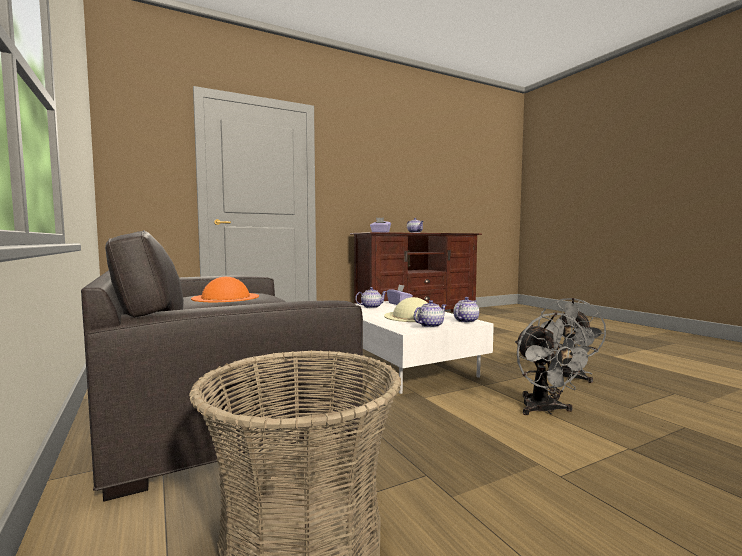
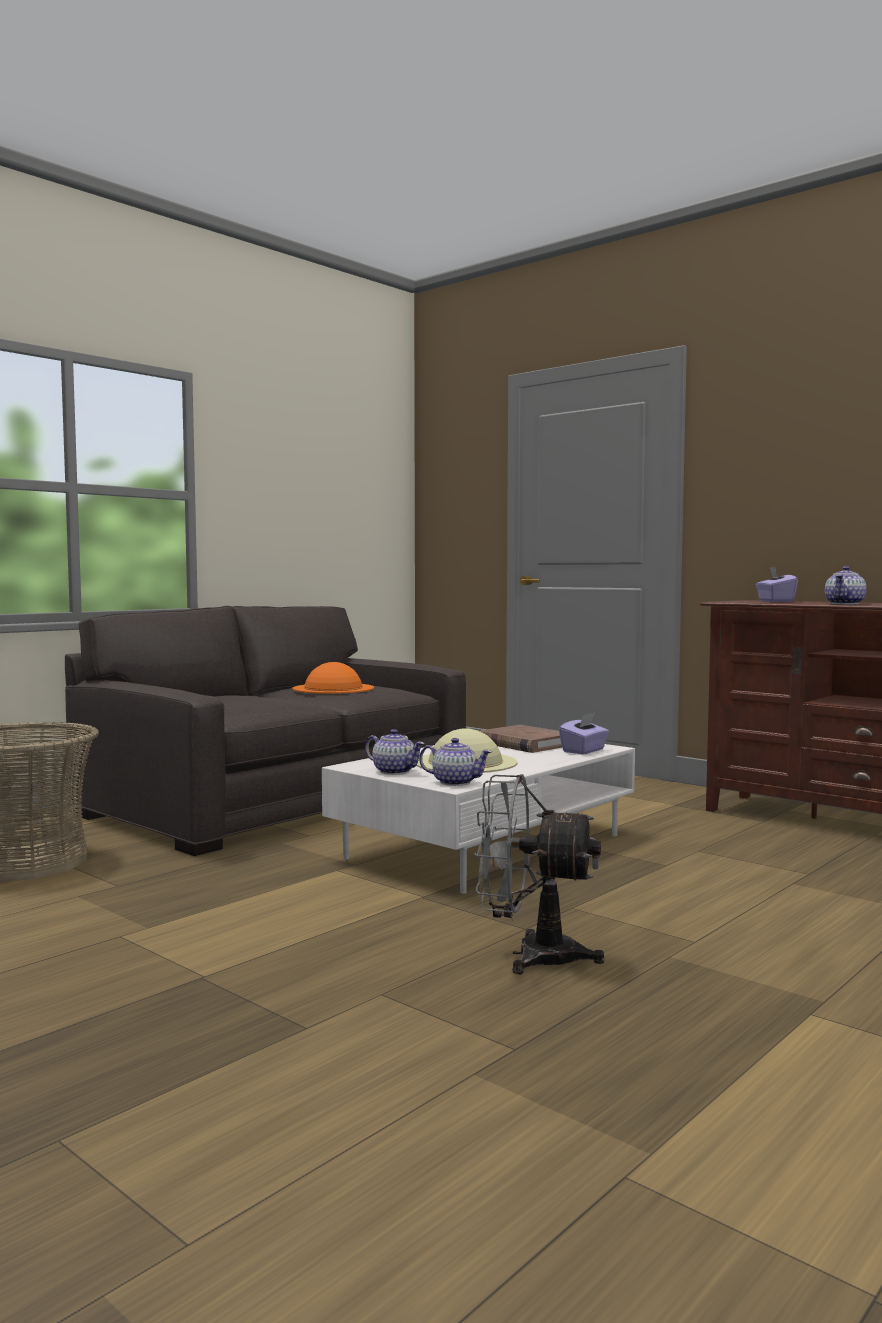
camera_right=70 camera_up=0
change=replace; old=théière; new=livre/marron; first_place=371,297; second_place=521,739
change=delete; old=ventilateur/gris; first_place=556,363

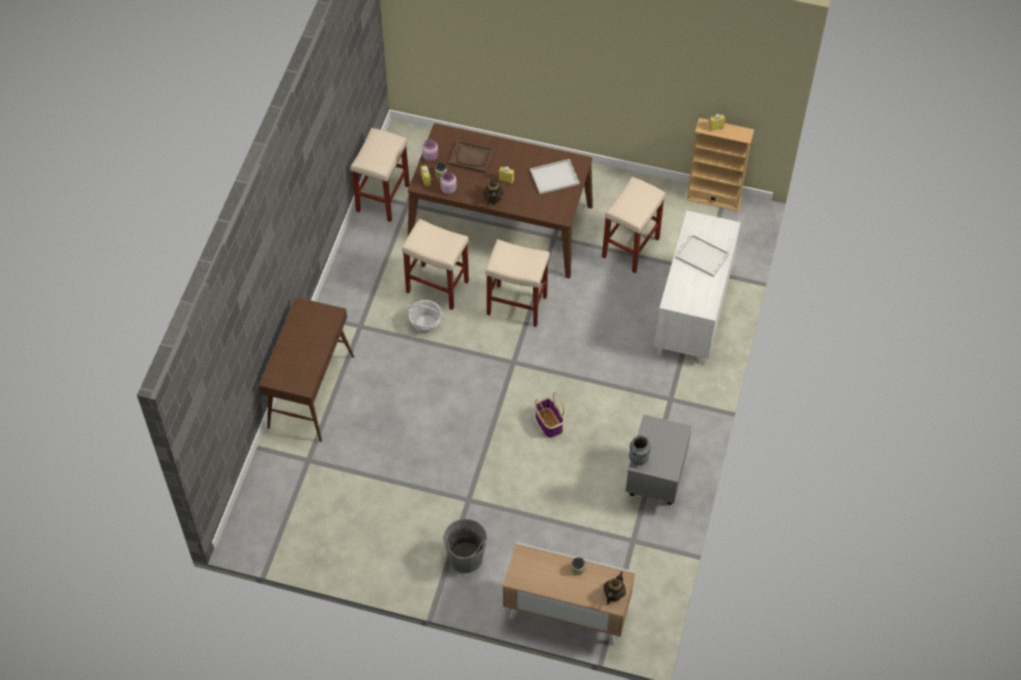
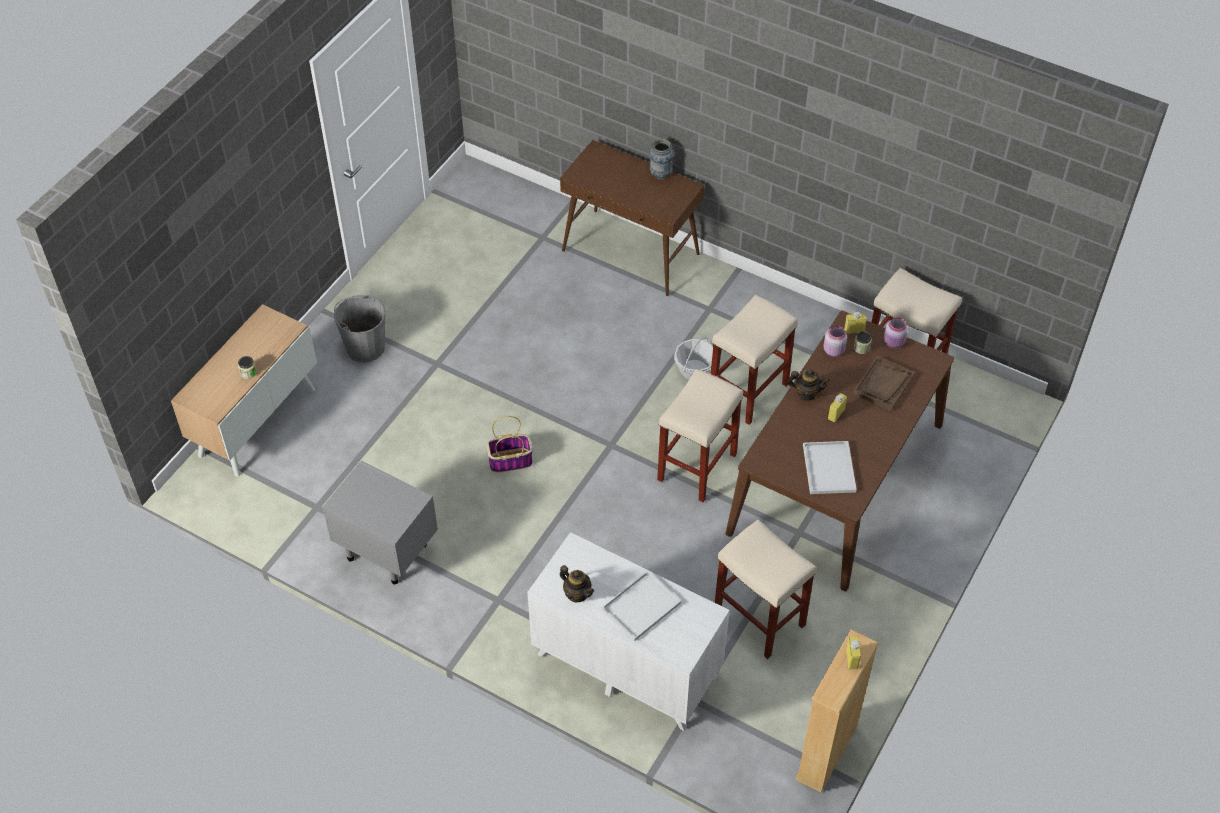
camera_right=105 camera_up=-5
change=move; old=théière; first_place=614,588; second_place=577,583
change=move; old=vase; first_place=640,450; second_place=661,159

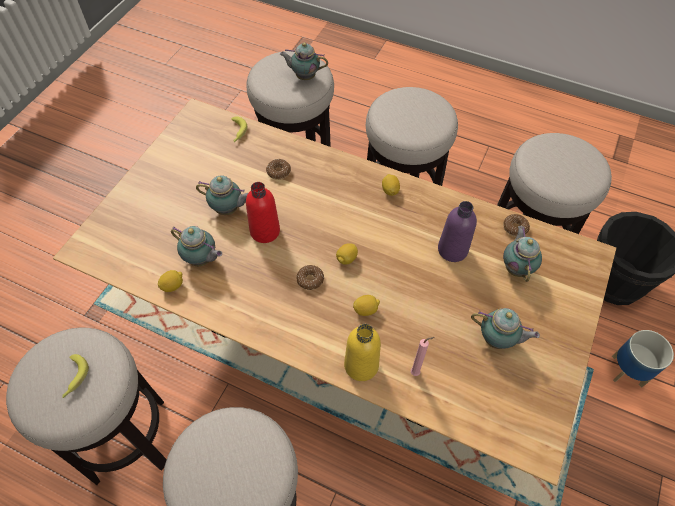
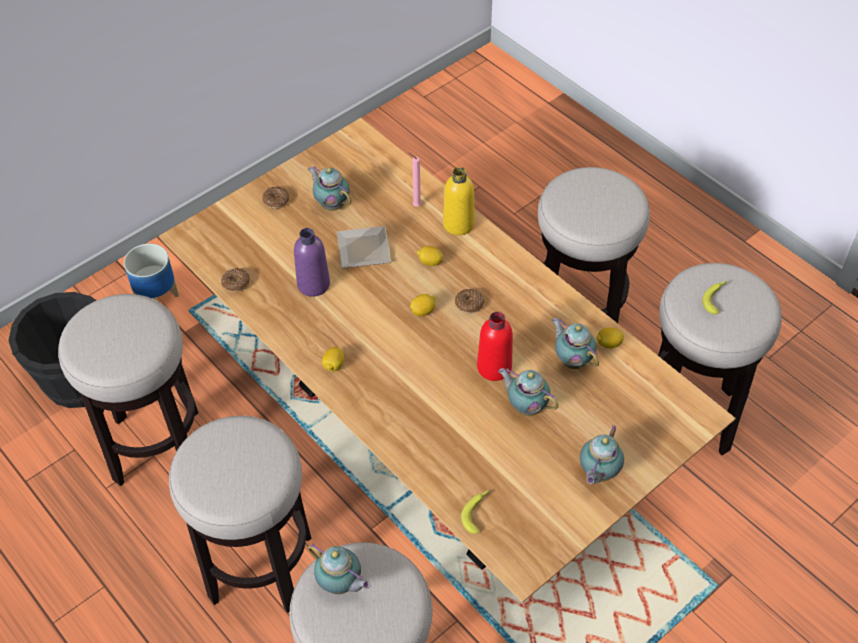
camera_right=-155 camera_up=-5
change=move; old=beignet; first_place=278,169; second_place=276,198
change=insert; new=assiette; second_place=364,247
change=move; old=théière; first_place=522,254; second_place=602,454

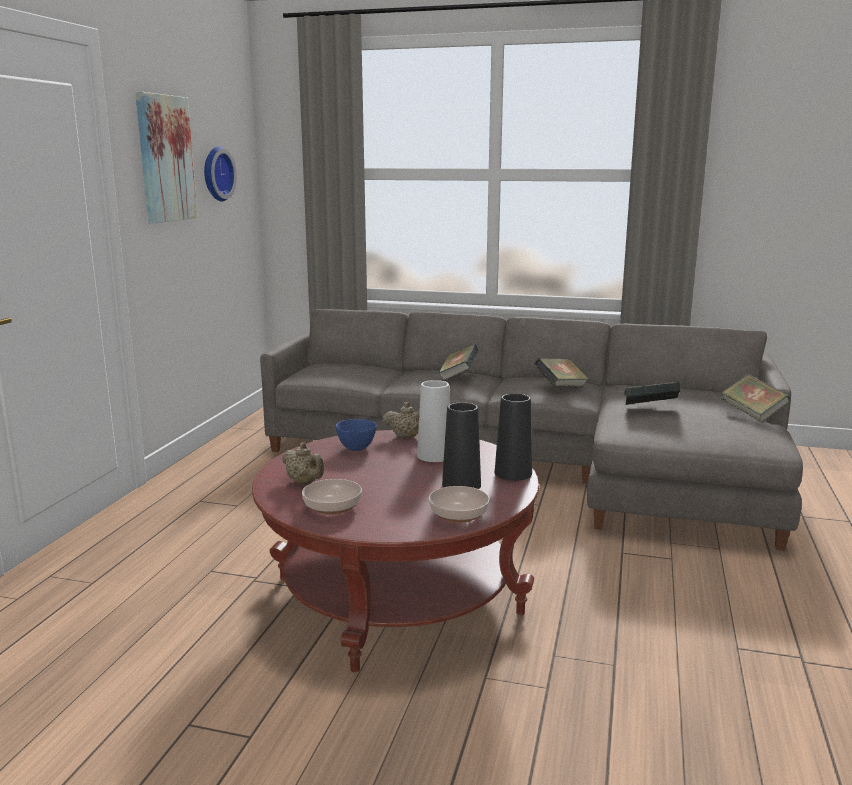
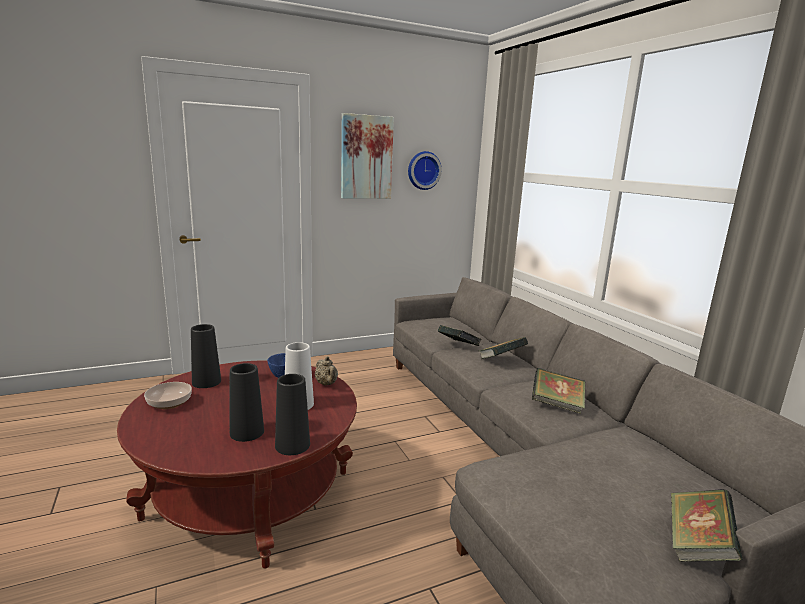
camera_right=50 camera_up=0
change=replace; old=théière/beige; new=vase/noir; first_place=303,463; second_place=206,356
change=move; old=livre; first_place=652,393; second_place=460,335
change=delete; old=bol; first_place=459,504

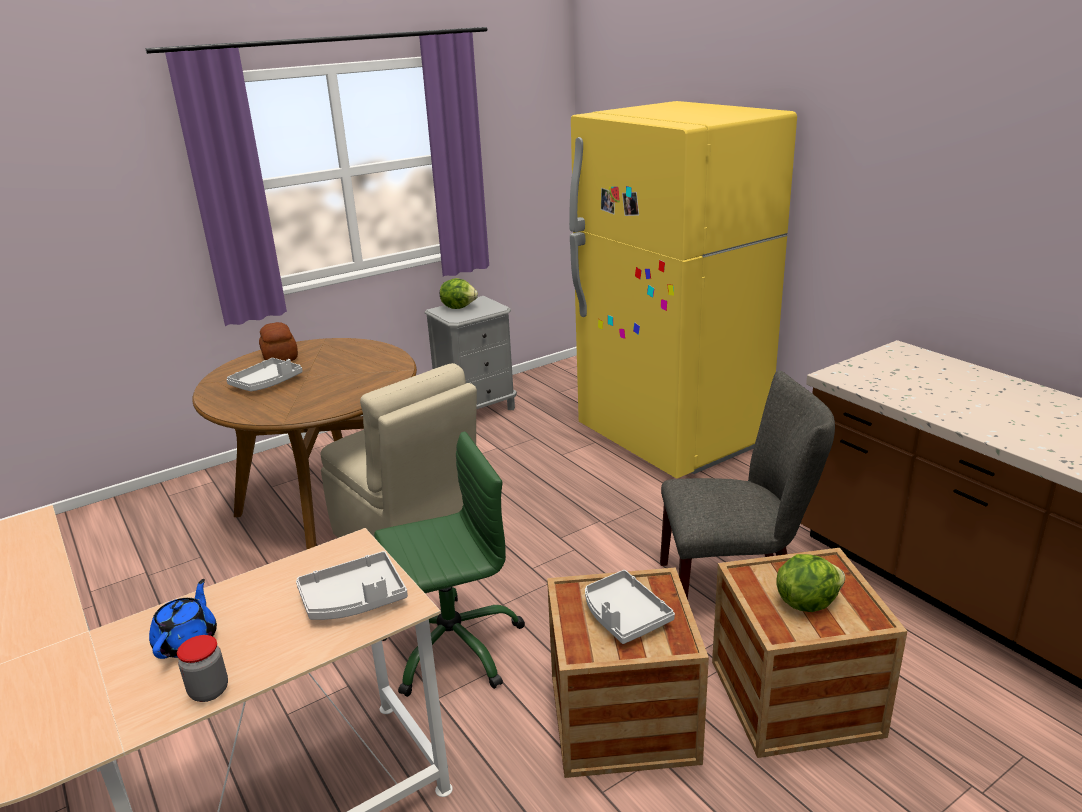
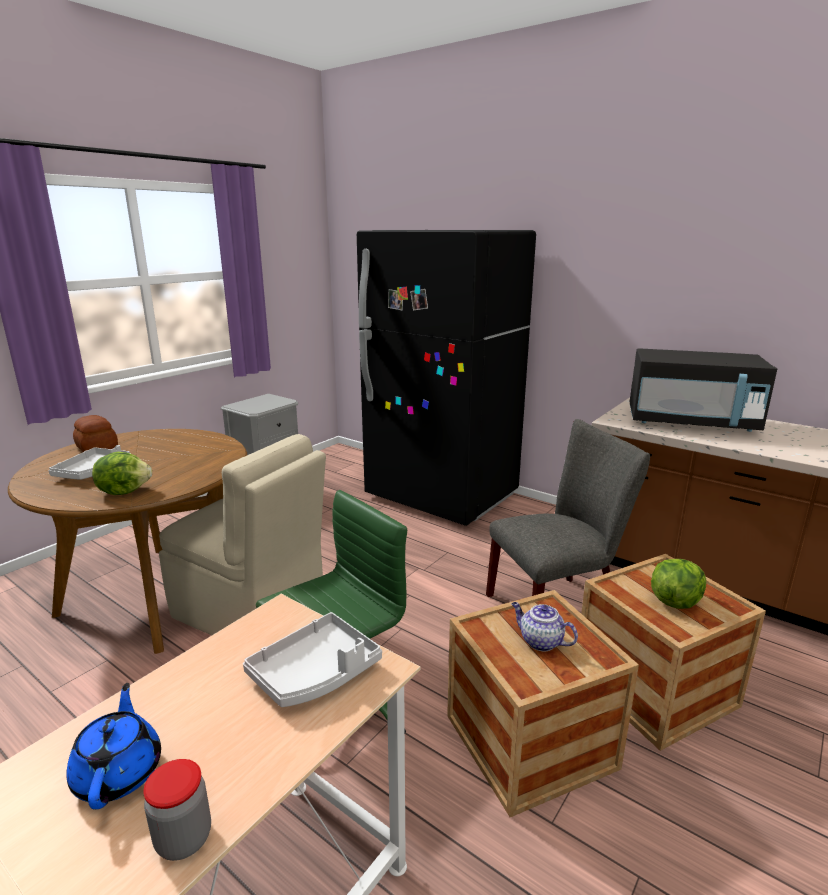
camera_right=-20 camera_up=-5
change=move; old=laitue; first_place=459,293; second_place=122,473
change=recolor; old=réfrigérateur/jaune; new=réfrigérateur/noir; first_place=683,290; second_place=446,378
change=replace; old=plateau/gris; new=théière; first_place=630,607; second_place=544,627
change=insert; new=micro-ondes/noir; second_place=703,390

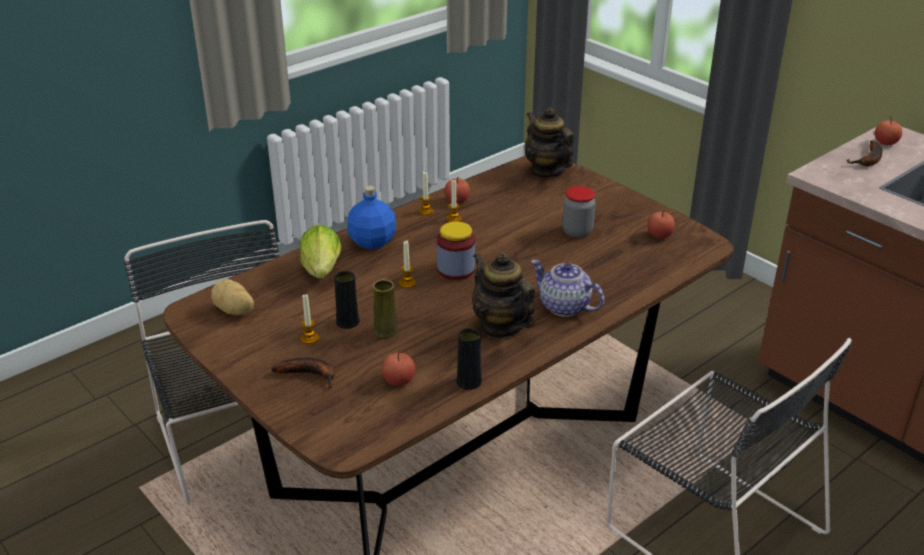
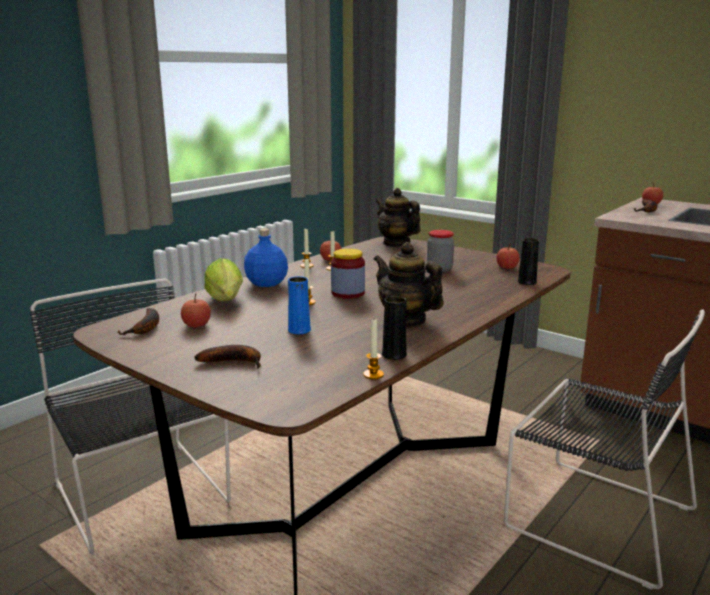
camera_right=-10 camera_up=-15
change=replace; old=pomme de terre; new=banane; first_place=232,297; second_place=138,321
change=move; old=pomme; first_place=398,368; second_place=196,310
change=recolor; old=vase/jaune; new=vase/bleu; first_place=385,309; second_place=299,305
change=move; old=bougie; first_place=309,319; second_place=373,349
change=move; old=vase/noir; first_place=347,300; second_place=528,261
change=delete; old=théière; first_place=567,288

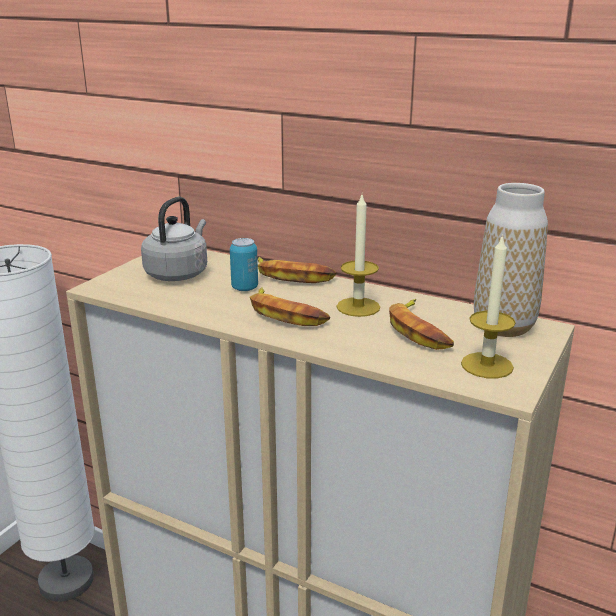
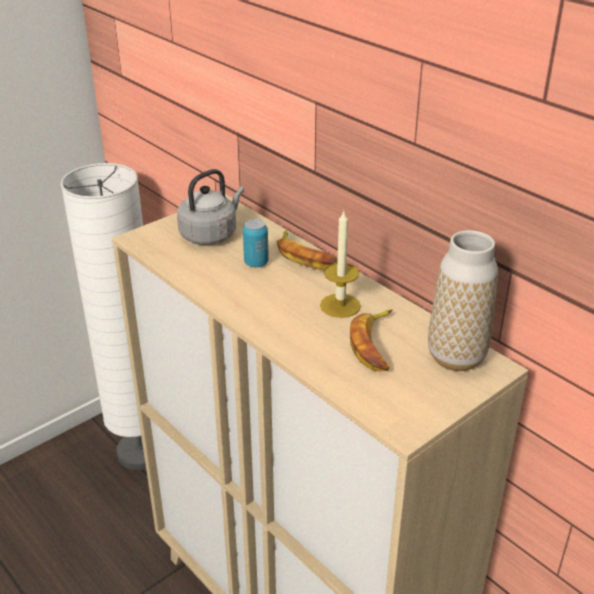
camera_right=20 camera_up=10
change=delete; old=banane; first_place=290,306
change=delete; old=bougie; first_place=488,306

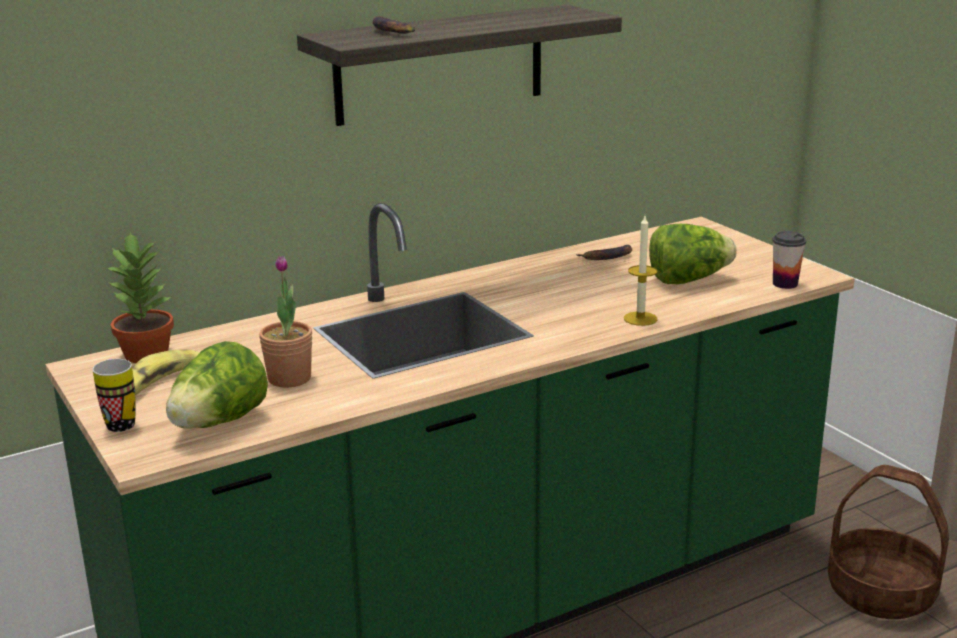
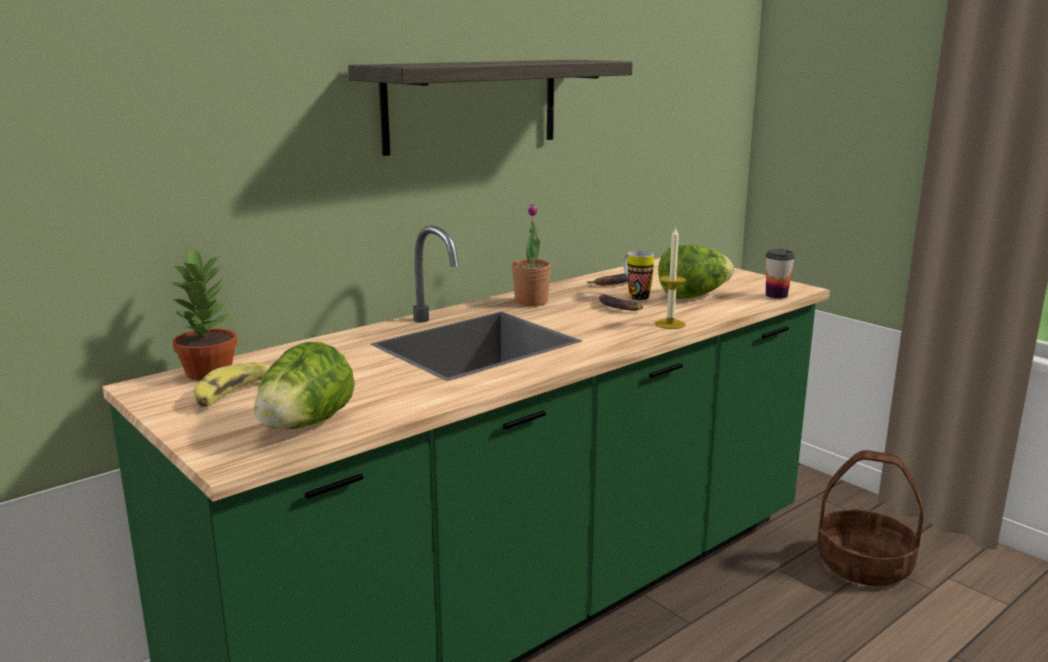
camera_right=-10 camera_up=-5
change=move; old=plante en pot; first_place=285,322; second_place=531,255
change=move; old=banane; first_place=394,25; second_place=621,302
change=move; old=mug; first_place=114,395; second_place=638,275

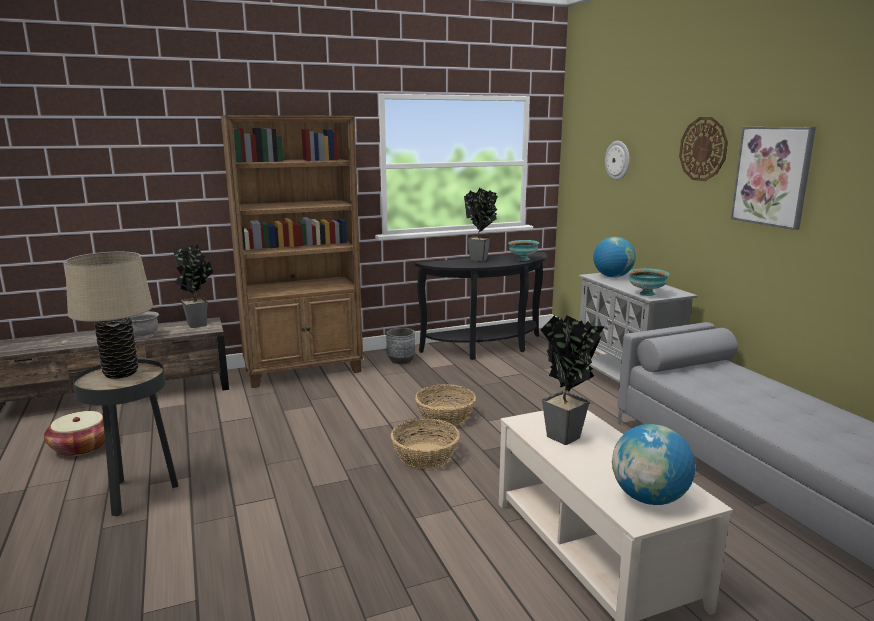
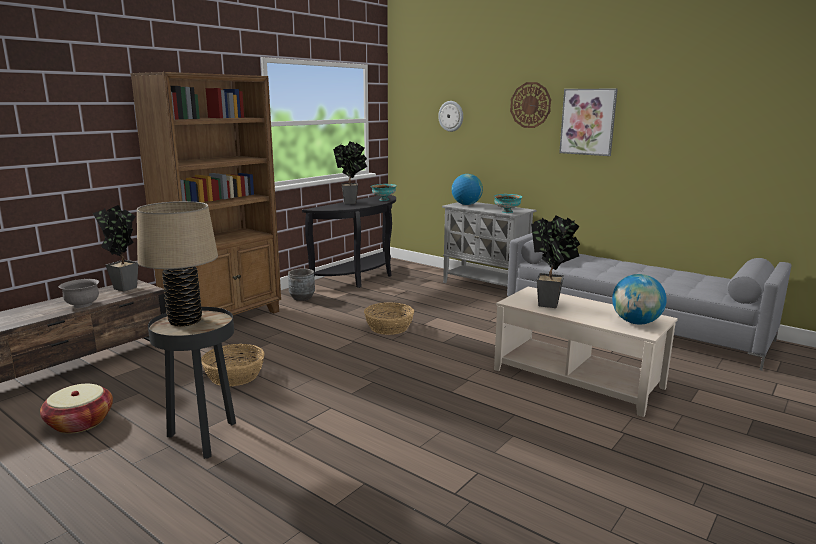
camera_right=-30 camera_up=0
change=move; old=panier; first_place=425,444; second_place=233,365

